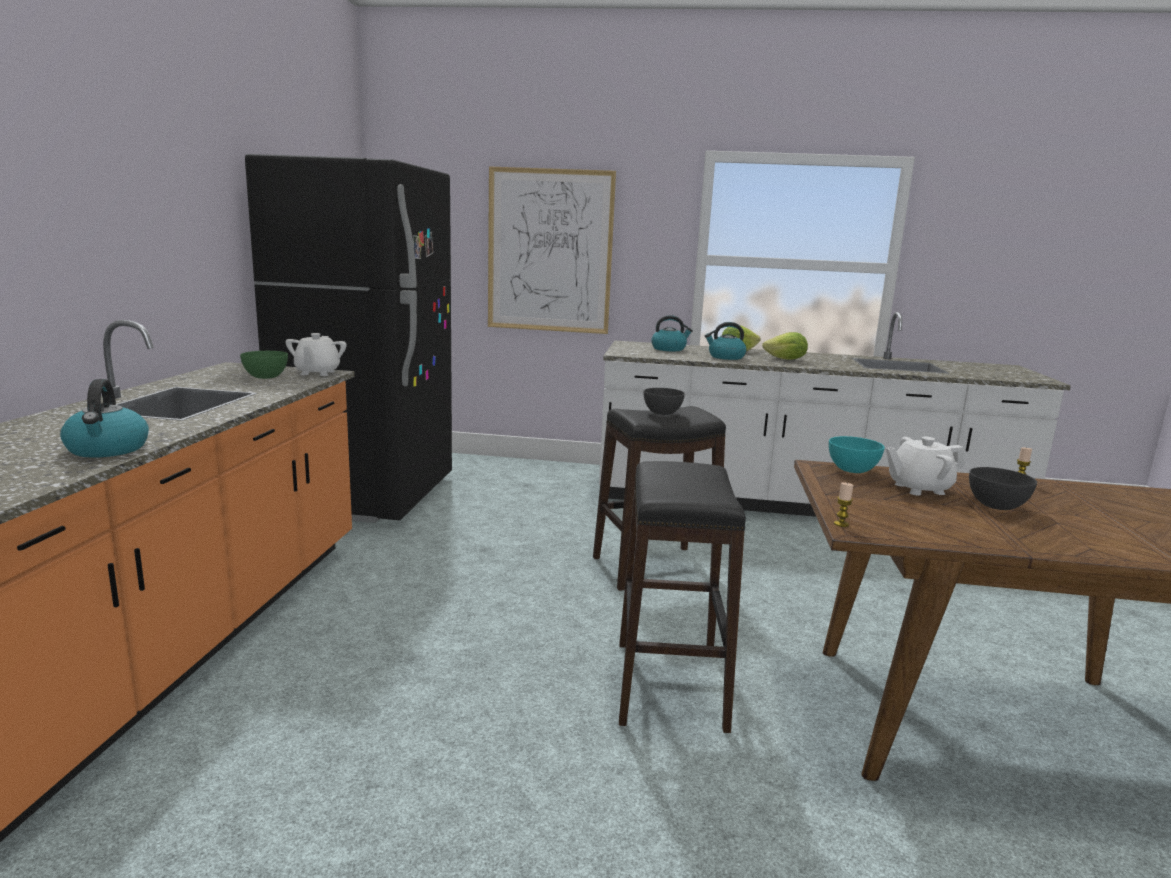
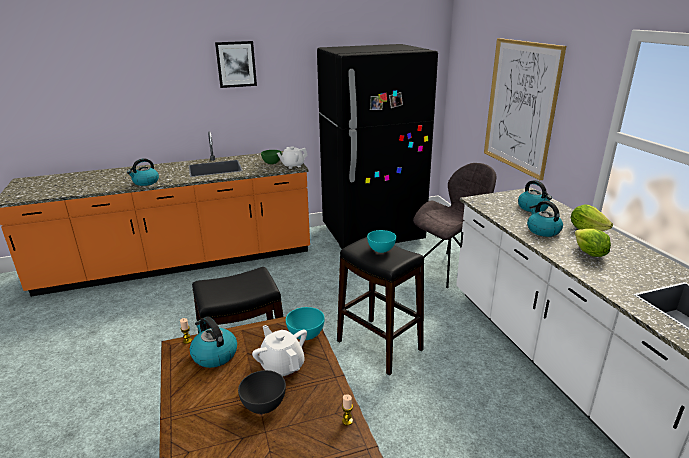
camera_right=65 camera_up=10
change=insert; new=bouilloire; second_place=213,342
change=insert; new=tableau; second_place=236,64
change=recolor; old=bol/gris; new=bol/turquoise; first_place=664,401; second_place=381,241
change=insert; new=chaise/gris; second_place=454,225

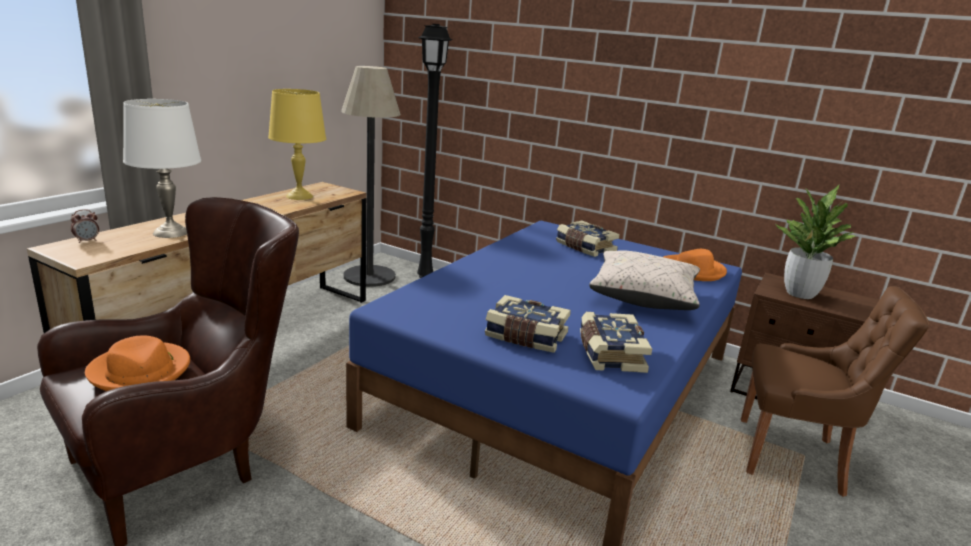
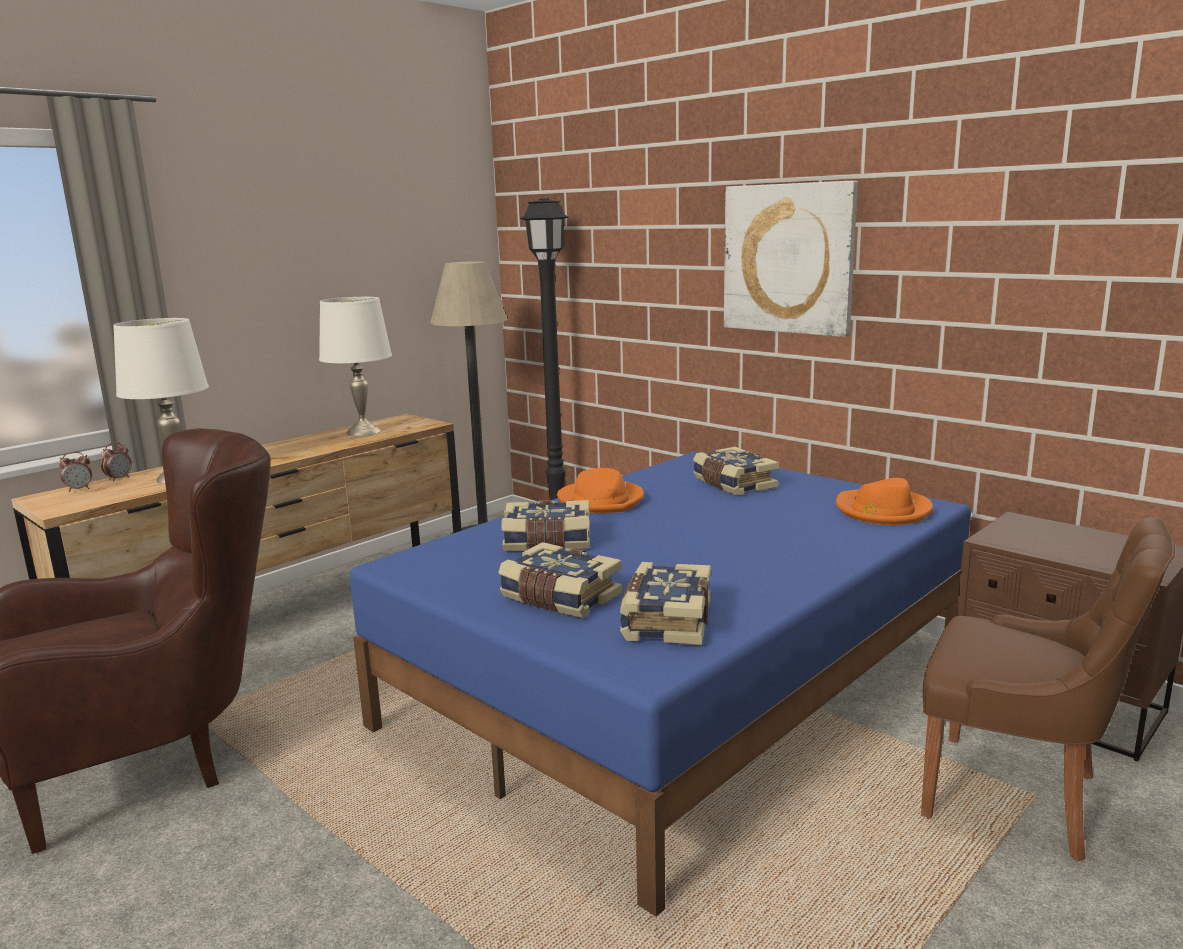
camera_right=15 camera_up=-5
change=insert; new=réveil; second_place=116,461
change=recolor; old=lampe de table/jaune; new=lampe de table/blanc; first_place=297,144; second_place=355,366
change=insert; new=livre; second_place=546,525
change=move; old=chapeau/orange; first_place=137,363; second_place=600,490
change=insert; new=tableau; second_place=791,259
change=delete; old=coussin/beige; first_place=644,280
change=delete; old=plante en pot; first_place=815,242

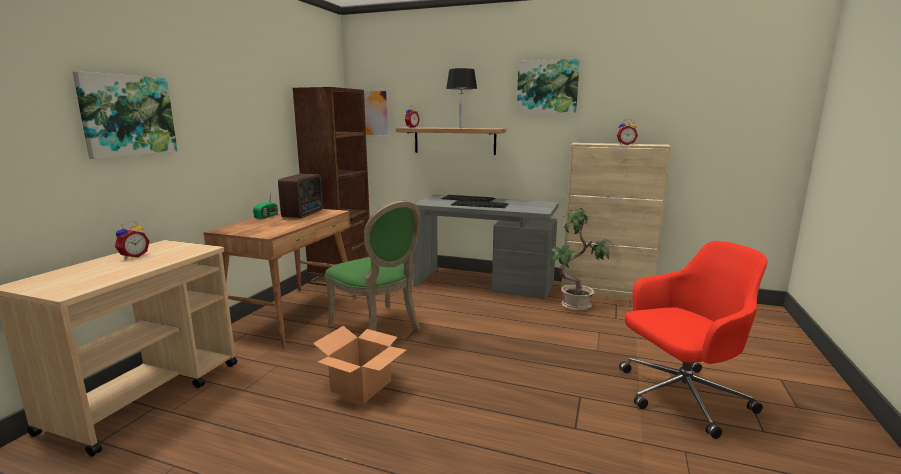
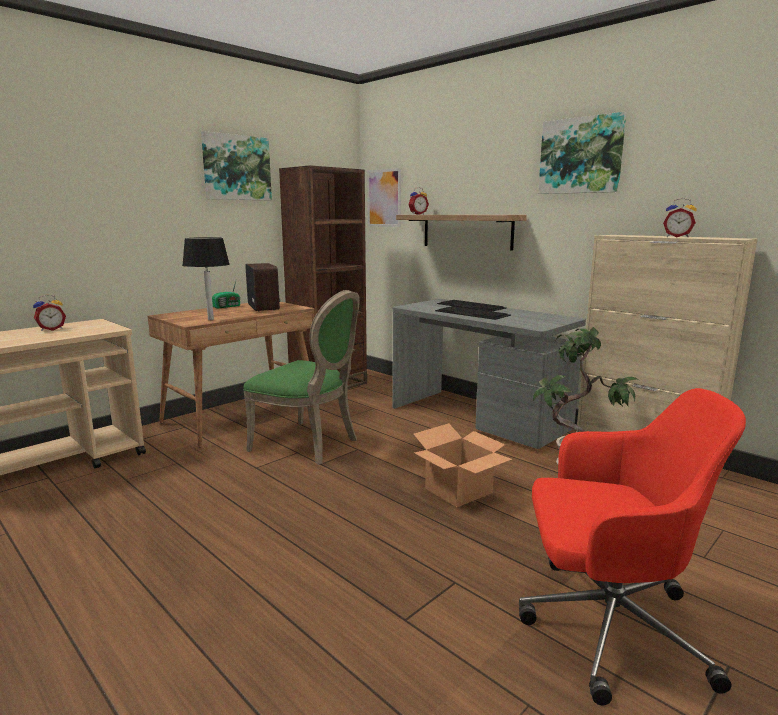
camera_right=25 camera_up=0
change=move; old=lampe de table/noir; first_place=461,98; second_place=206,278
change=move; old=tableau; first_place=125,115; second_place=236,165
change=rotate; old=chaise/vert; first_place=373,265; second_place=301,377; degrees=-45
change=rotate; old=radio; first_place=300,196; second_place=262,287; degrees=-60
change=move; old=carton; first_place=359,364; second_place=463,465

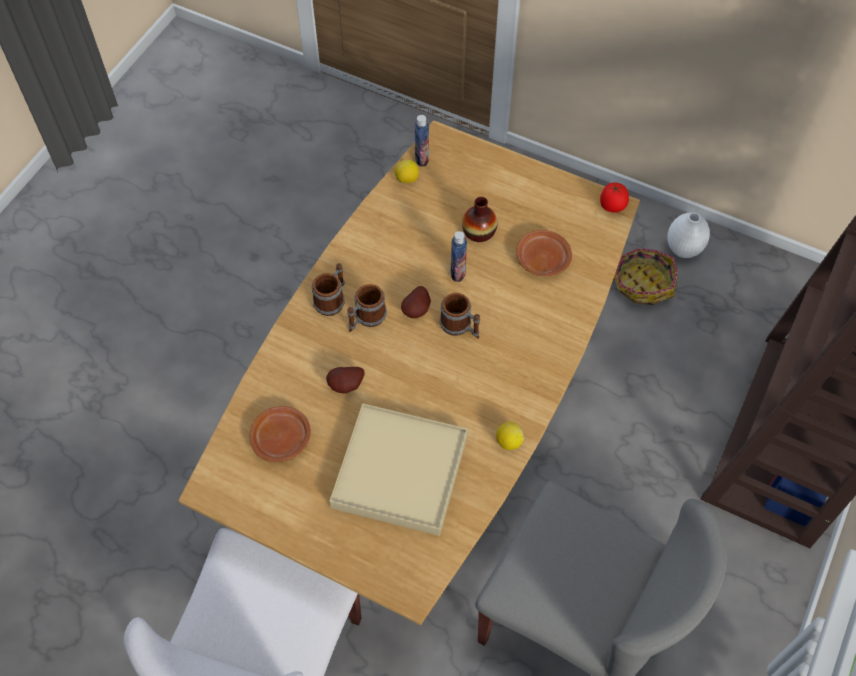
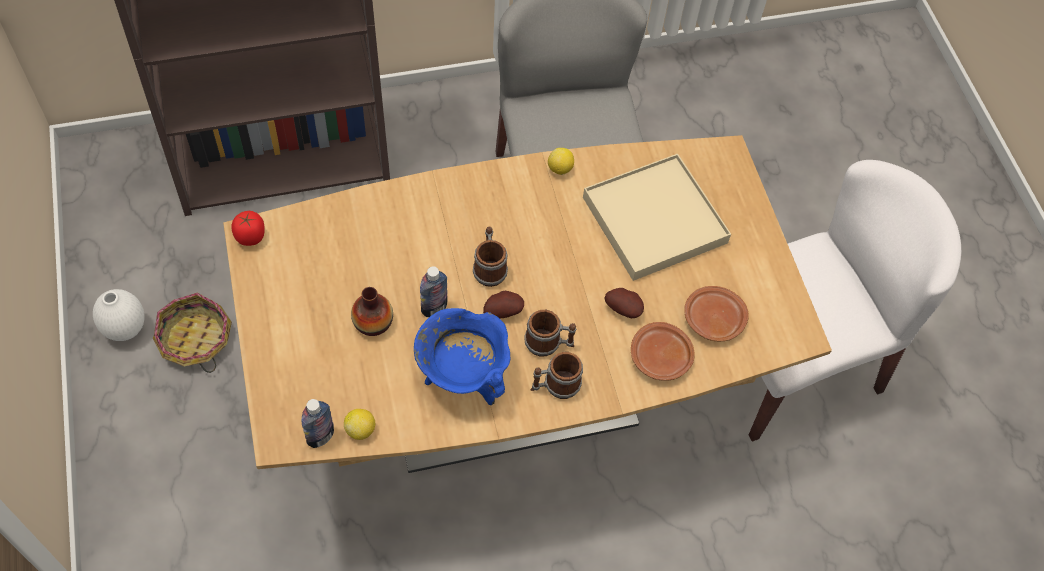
camera_right=-135 camera_up=0
change=insert; new=marmite/bleu; second_place=462,356
change=move; old=assiette/marron; first_place=544,253; second_place=663,351

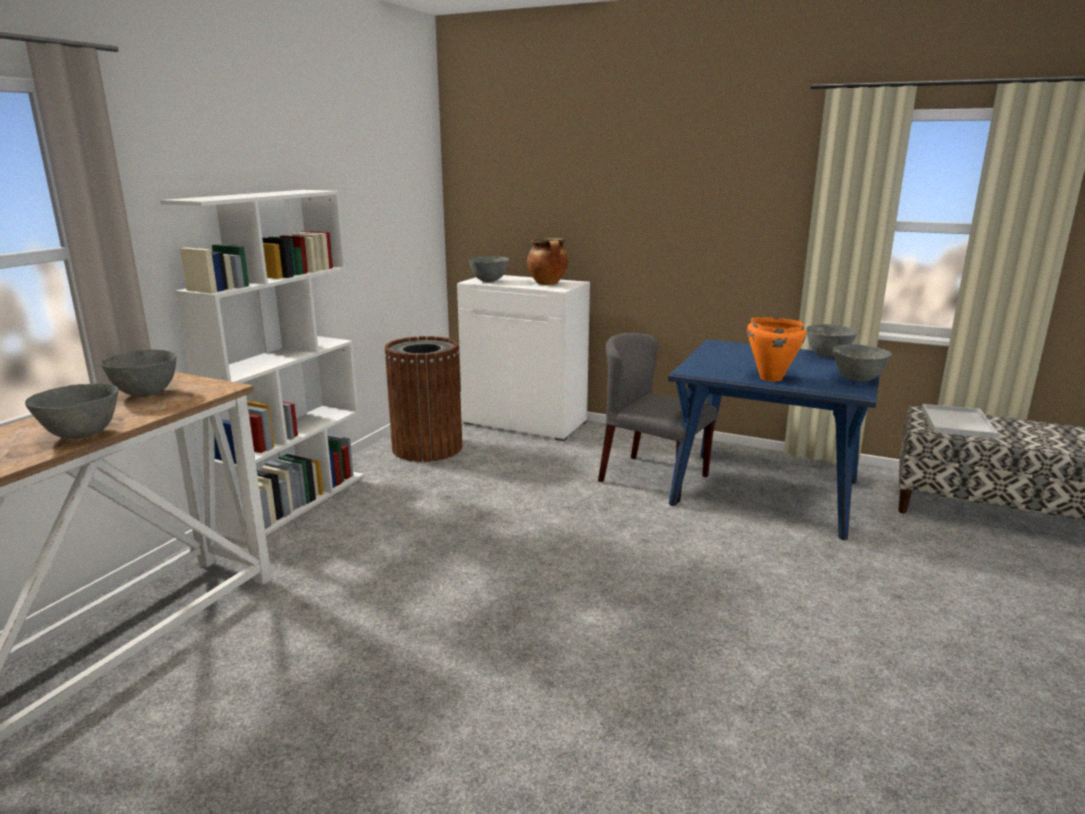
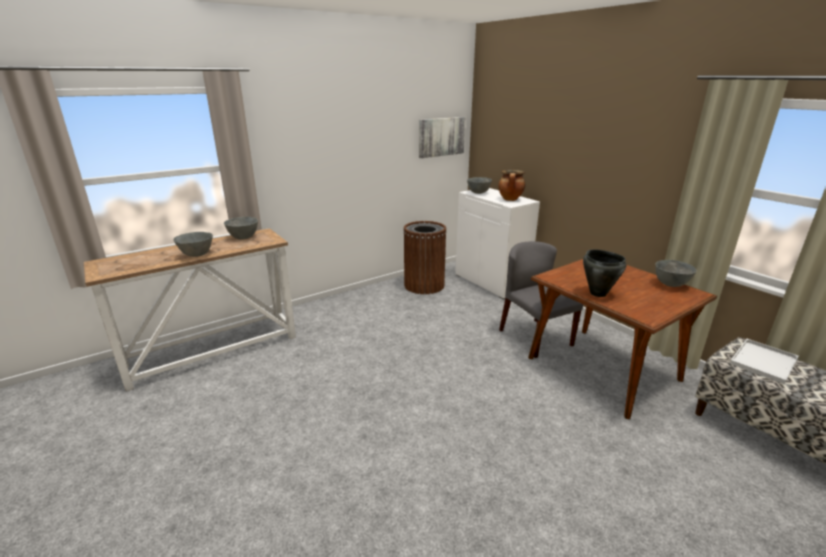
camera_right=30 camera_up=5
change=insert; new=tableau; second_place=442,137
change=recolor; old=table à manger/bleu; new=table à manger/marron; first_place=774,439; second_place=622,339
change=recolor; old=marmite/orange; new=marmite/noir; first_place=776,349; second_place=604,273
change=delete; old=bibliothèque/blanc; first_place=262,366
change=delete; old=bol/gris; first_place=862,363

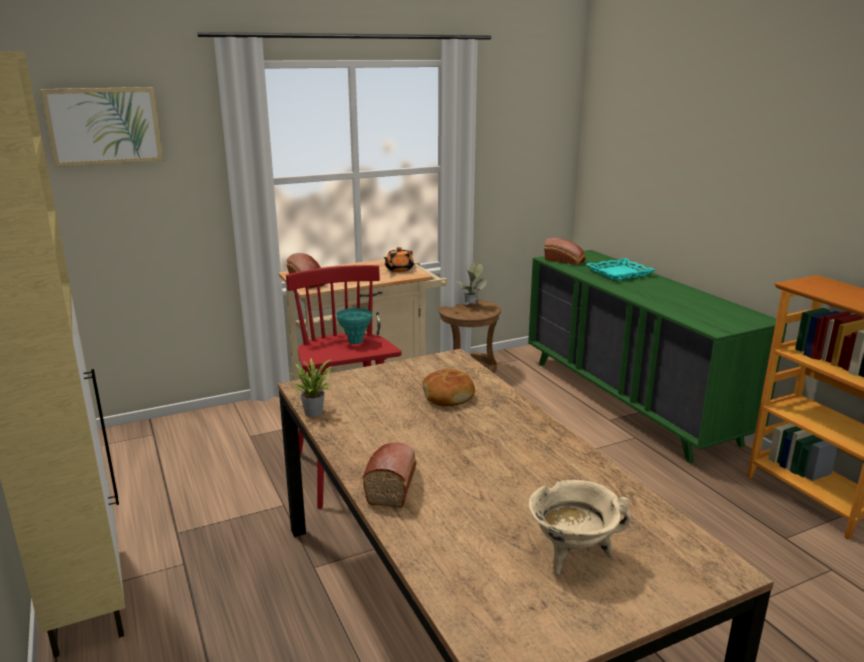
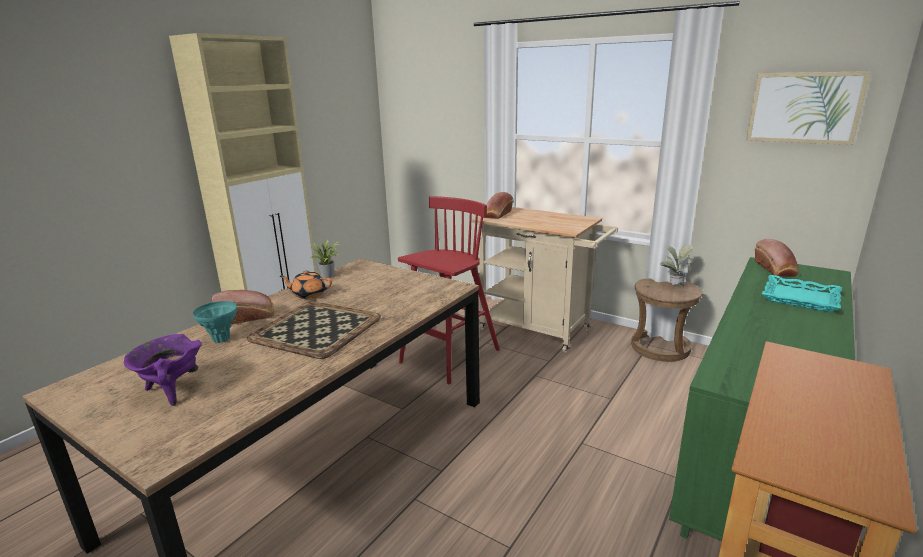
camera_right=60 camera_up=0
change=recolor; old=marmite/beige; new=marmite/violet; first_place=580,528; second_place=163,370
change=move; old=vase/turquoise; first_place=354,326; second_place=215,322
change=insert; new=plateau; second_place=314,330
change=move; old=théière/orange; first_place=399,259; second_place=306,284
change=move; old=tableau; first_place=101,127; second_place=808,108
change=delete; old=pain; first_place=448,387

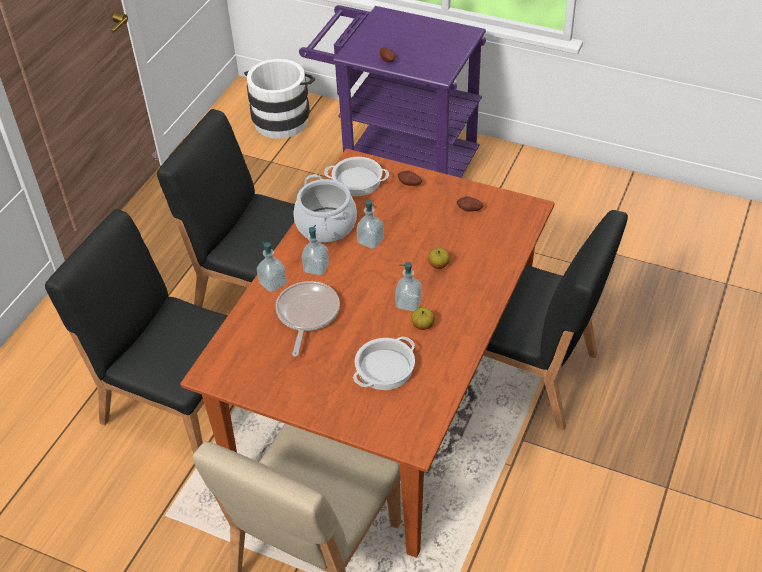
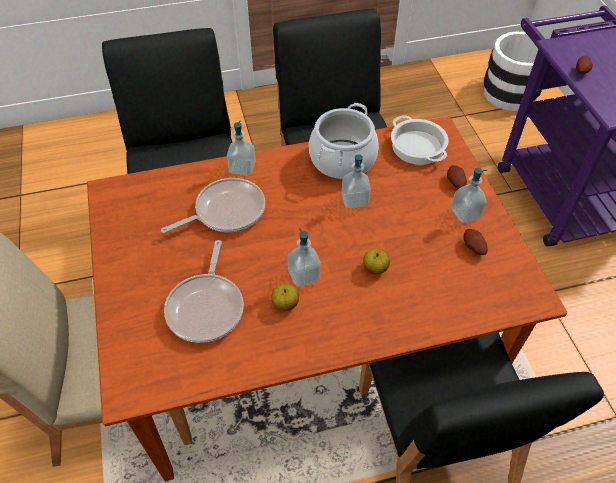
camera_right=50 camera_up=5
change=replace; old=marmite; new=poêle; first_place=384,363; second_place=204,291
change=move; old=distributeur de savon; first_place=315,250; second_place=469,195

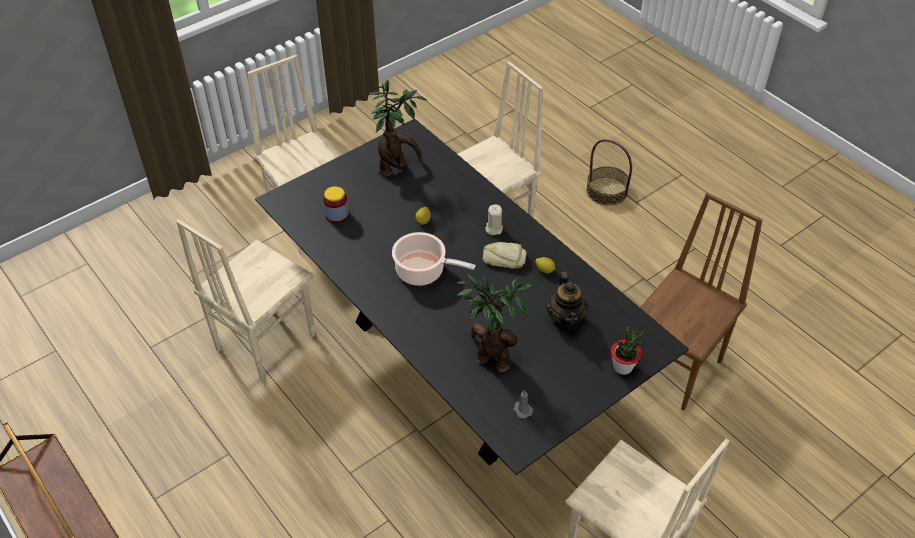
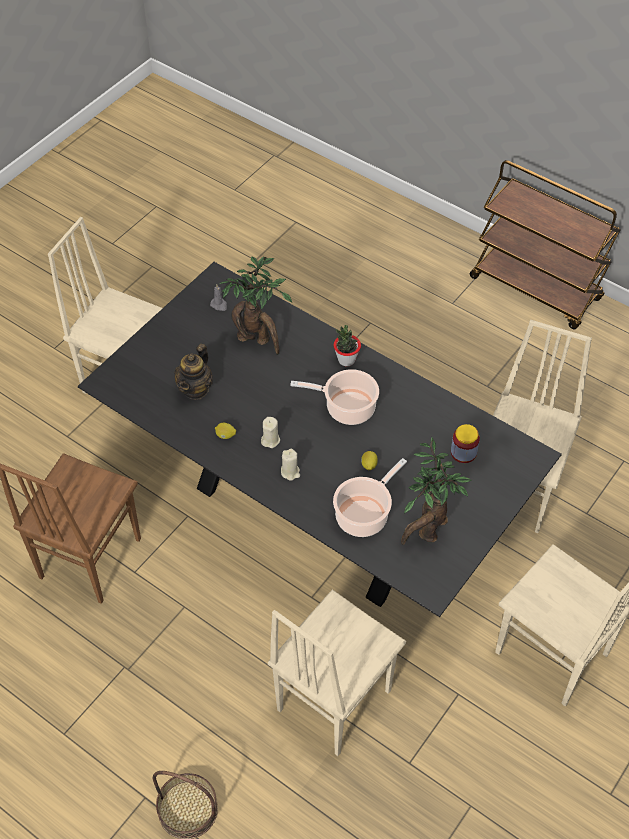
camera_right=165 camera_up=5
change=rotate; old=théière; first_place=567,301; second_place=193,372; degrees=-135
change=replace; old=pain; new=bougie/beige; first_place=505,255; second_place=270,432
change=move; old=plante en pot; first_place=628,351; second_place=347,345
change=insert; new=marmite; second_place=370,497

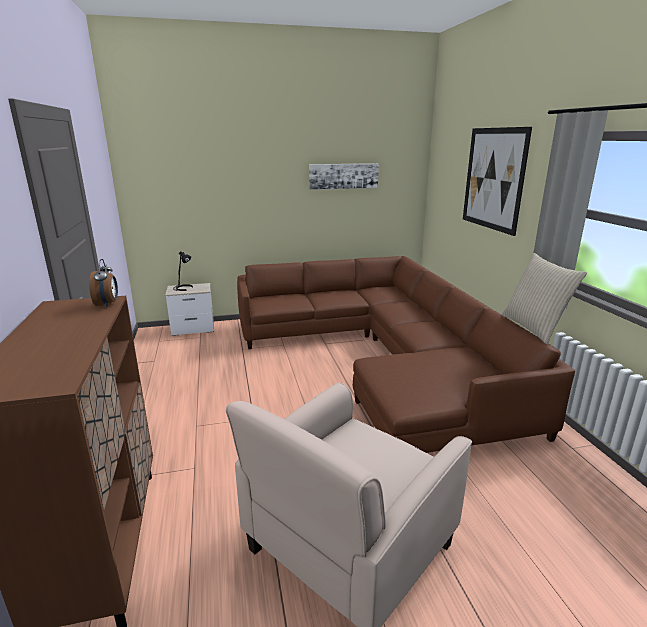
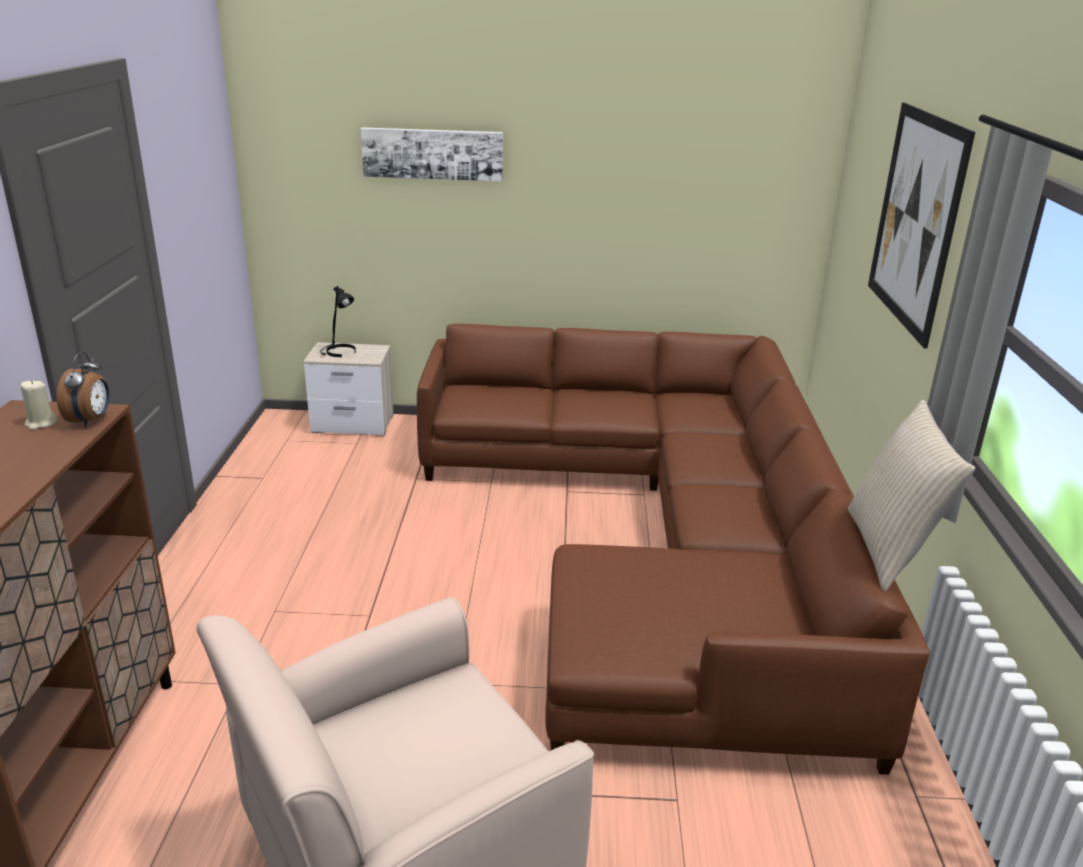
camera_right=15 camera_up=5
change=insert; new=bougie/beige; second_place=39,405
change=move; old=tableau; first_place=344,176; second_place=432,154

